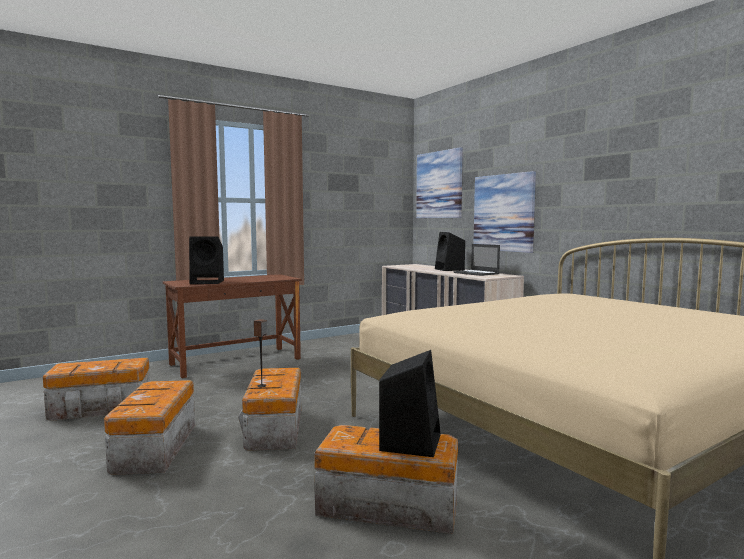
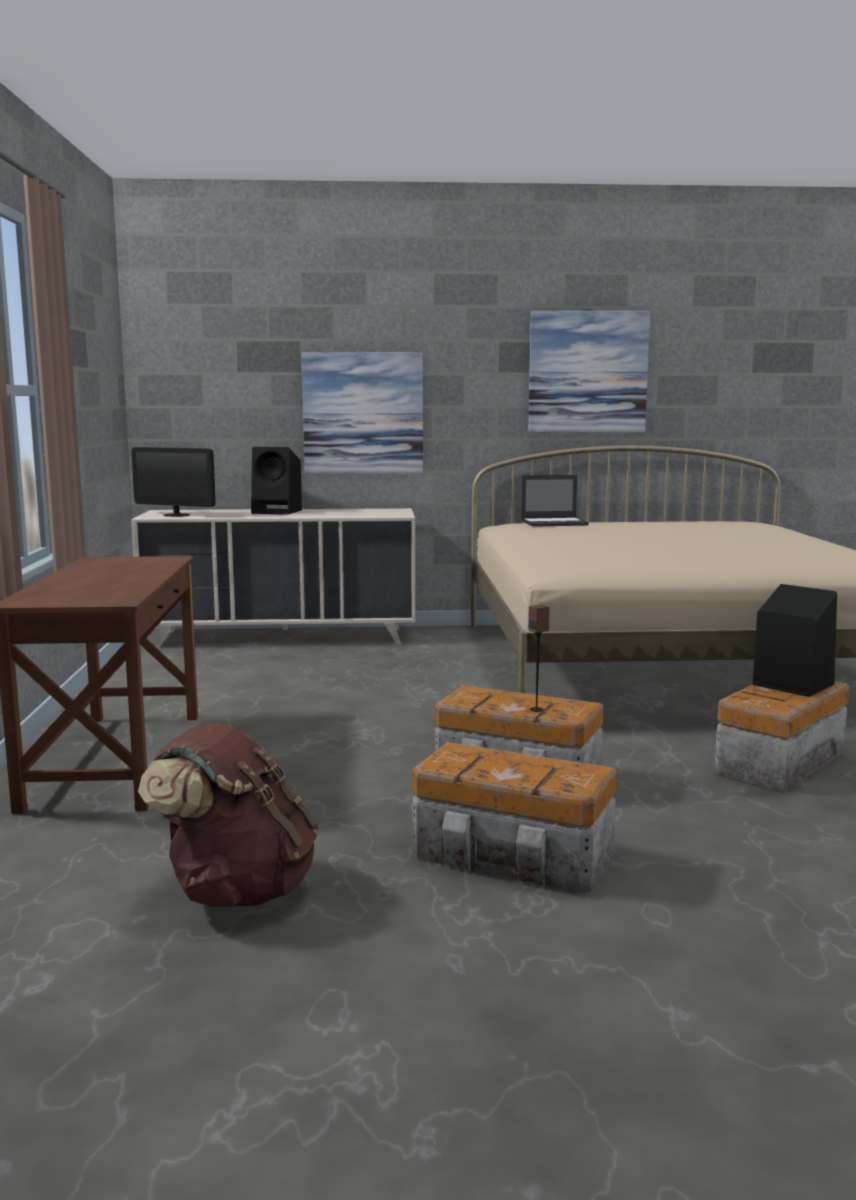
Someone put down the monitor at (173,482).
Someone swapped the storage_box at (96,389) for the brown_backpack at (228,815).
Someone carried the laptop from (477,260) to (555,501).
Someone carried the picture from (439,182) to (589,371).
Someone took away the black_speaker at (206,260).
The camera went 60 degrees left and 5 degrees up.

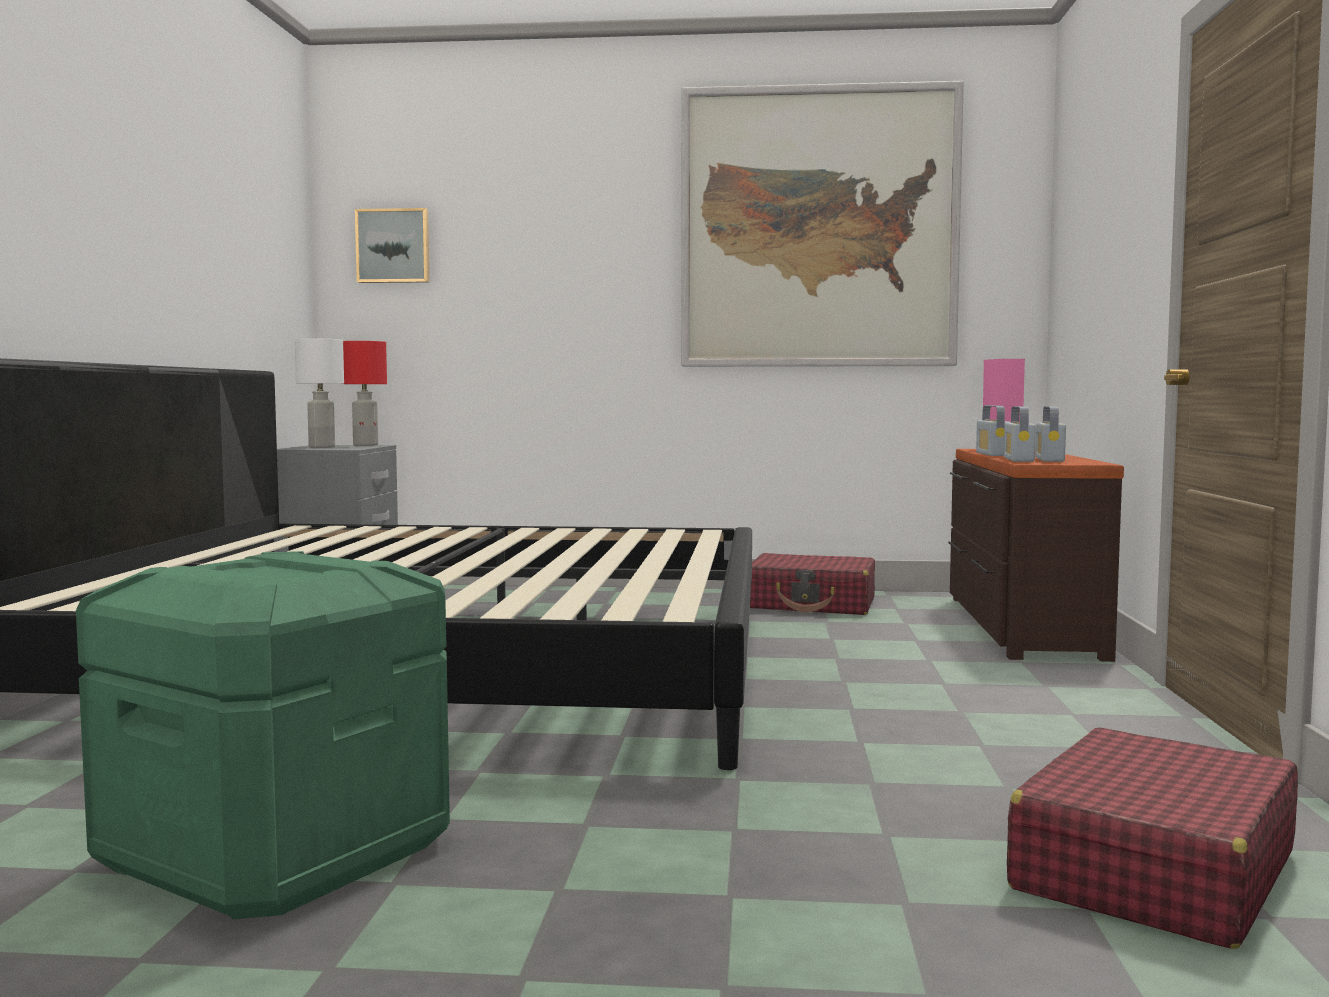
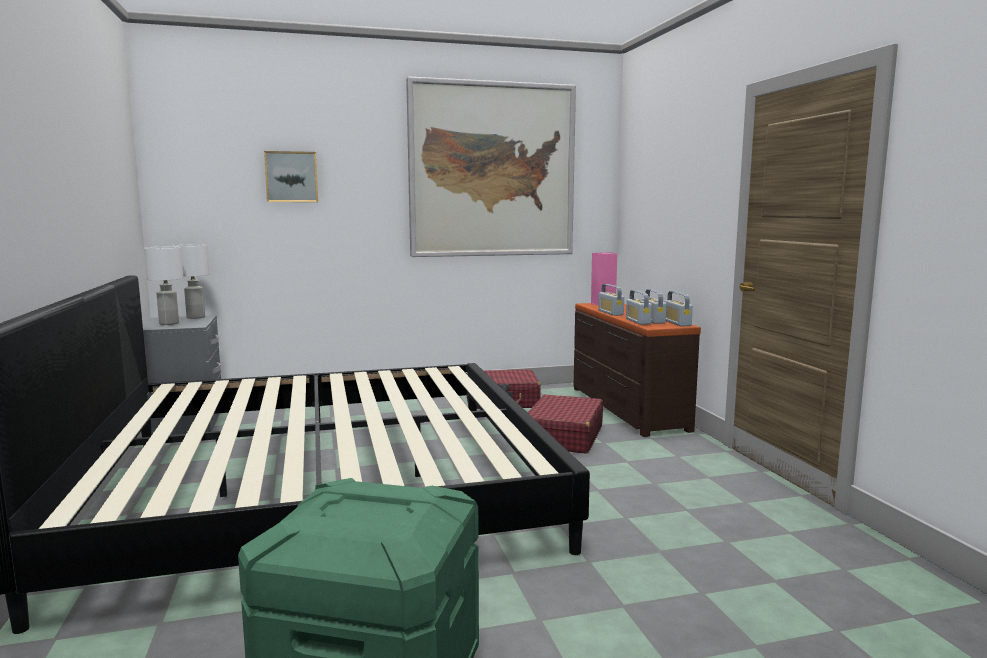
Someone repainted the red_table_lamp at (365,393), which became the white_table_lamp at (191,281).
Someone carried the picture from (392,245) to (291,176).
Someone carried the red_suitcase from (1152,838) to (565,424).
Someone put down the radio at (679,308).
The camera went 20 degrees left and 5 degrees up.

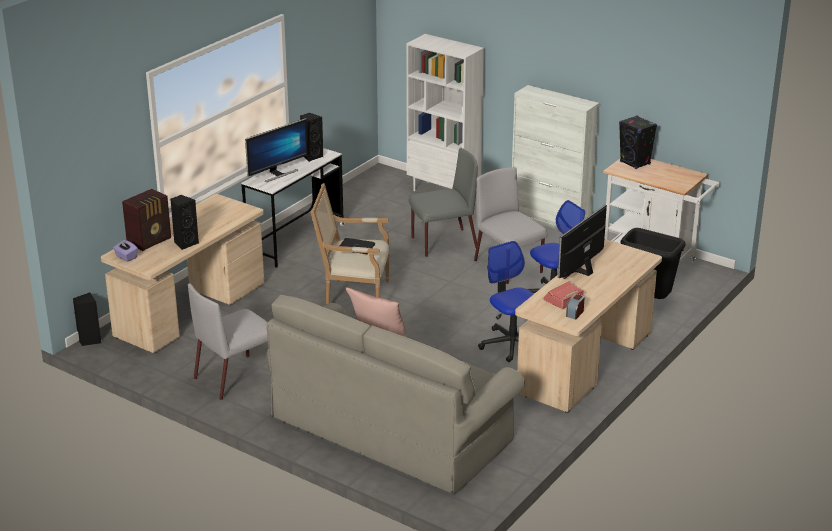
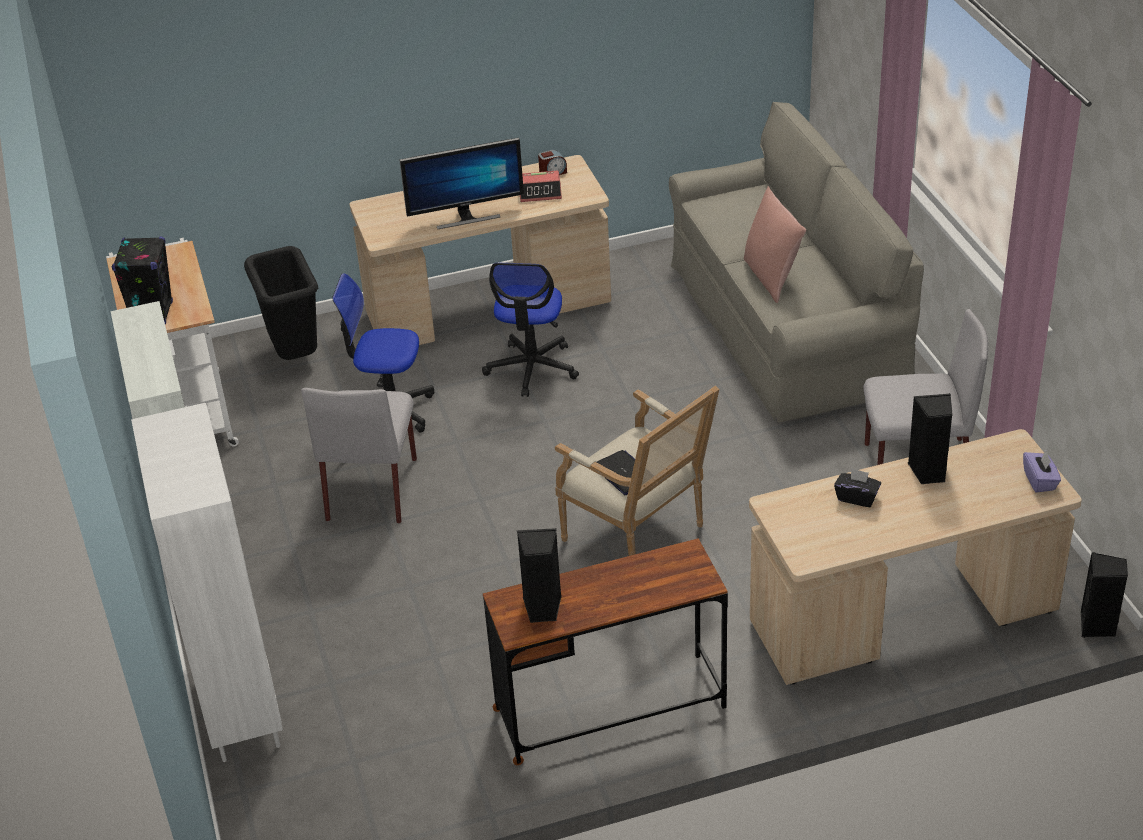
Someone repainted the white_desk at (292,208), which became the brown_desk at (605,651).
Someone put down the black_tissue_box at (857,487).
Someone took away the radio at (146,220).
Someone took away the monitor at (276,150).
Someone took away the grey_chair at (443,202).
The camera went 140 degrees left and 10 degrees up.

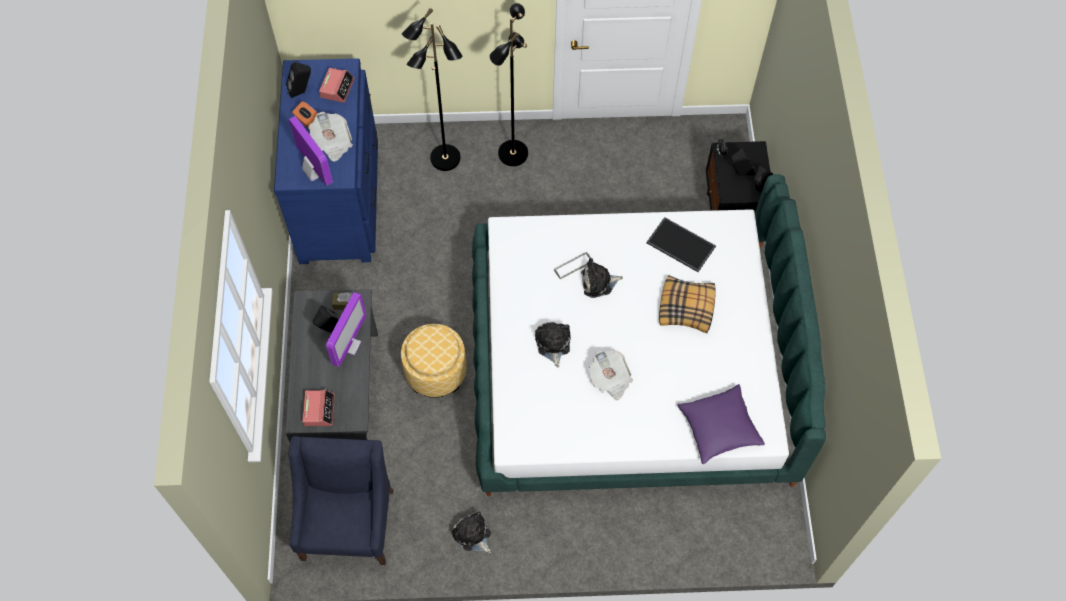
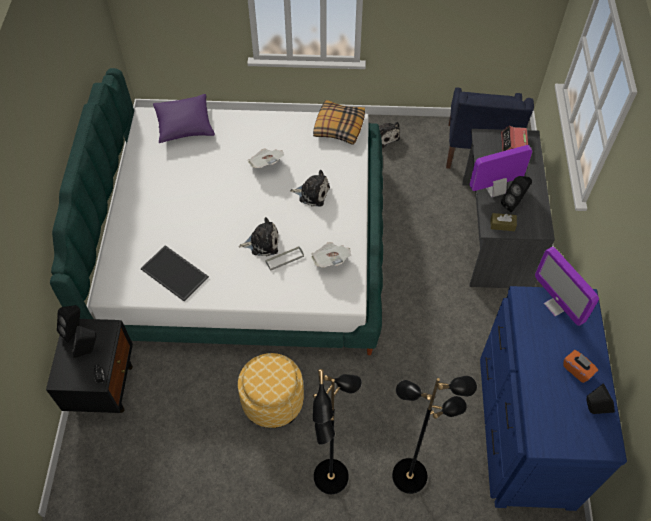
Someone carried the ottoman from (433,361) to (271,390).
Someone rotated the plush_toy at (553,344) by 75 degrees counterclockwise.
Someone carried the newspaper from (331,136) to (331,254).
Someone carried the pillow from (687,304) to (339,122).
Someone rotated the monitor at (346,329) by 45 degrees clockwise.
Someone took away the alarm_clock at (337,85).
The camera went 175 degrees left and 5 degrees down.

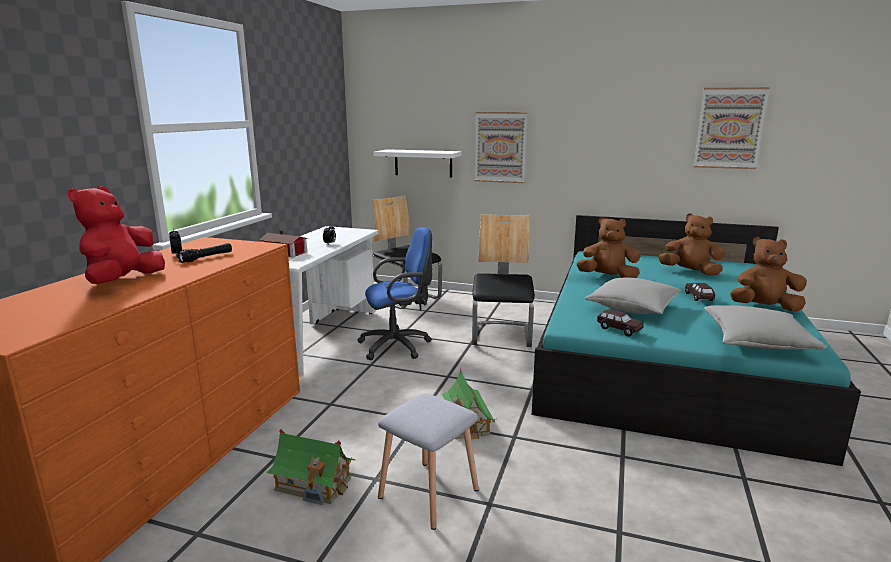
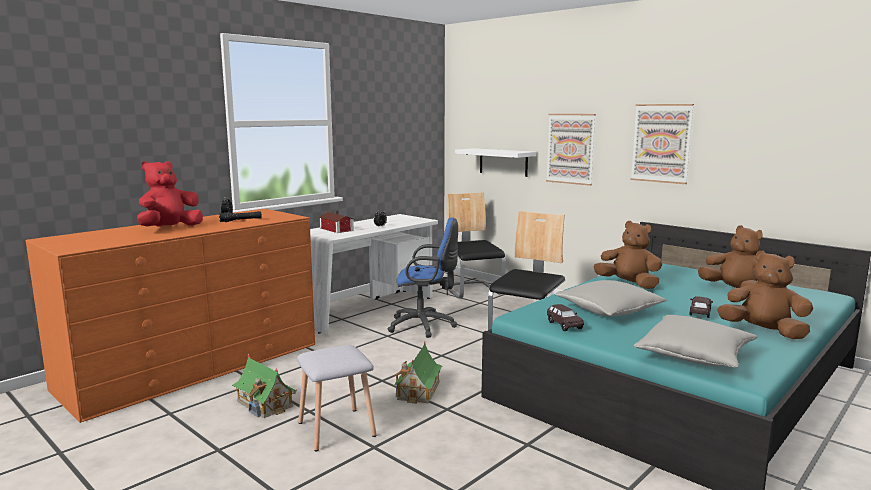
Someone carried the picture from (731,128) to (662,144).
The camera went 25 degrees right and 5 degrees down.

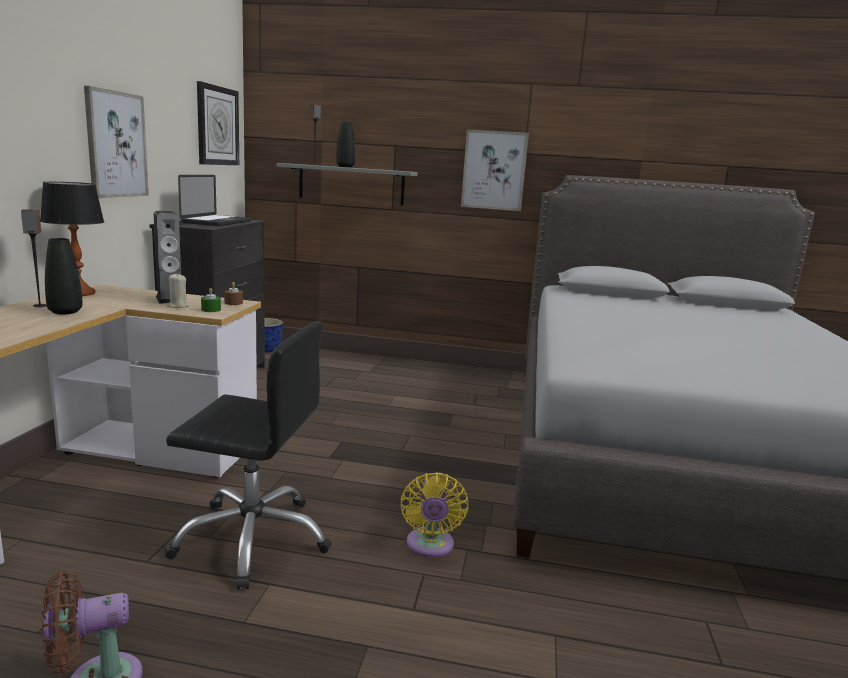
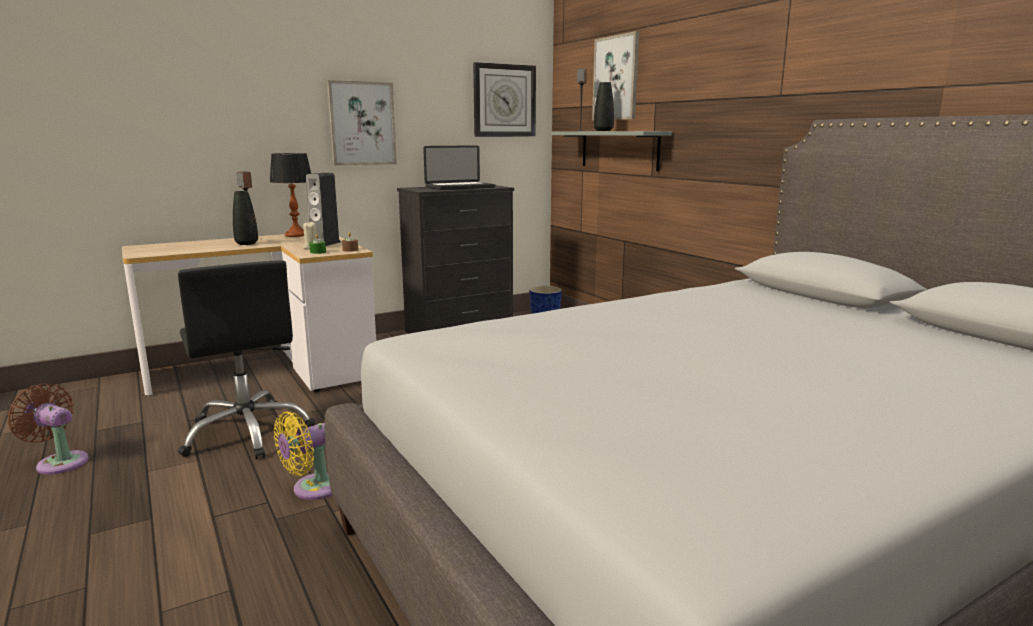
Someone carried the picture from (495,170) to (615,75).
The camera went 50 degrees right and 0 degrees up.

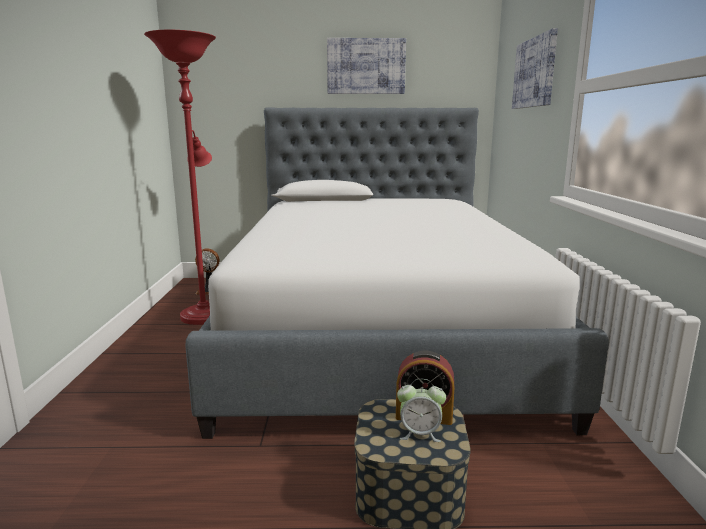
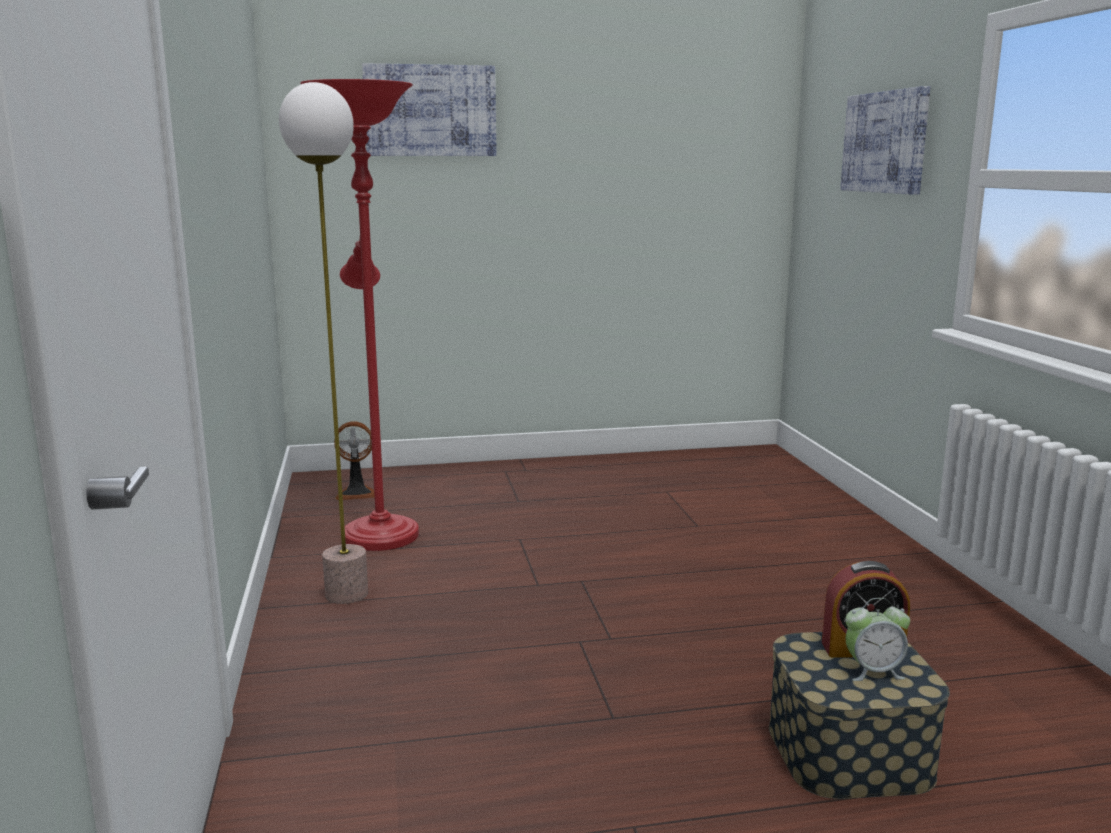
Someone put down the floor_lamp at (323,343).
Someone carried the picture from (366,66) to (429,109).
Someone took away the bed at (397,273).
The camera went 10 degrees left and 0 degrees up.

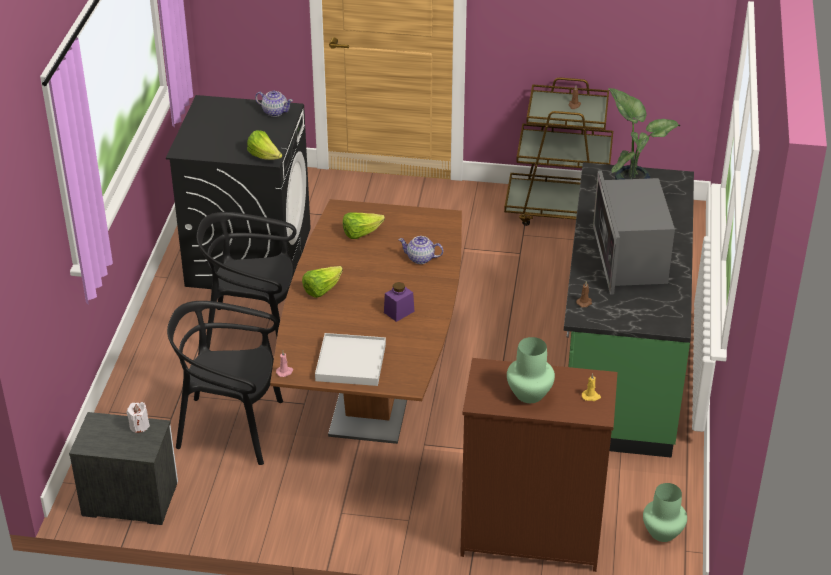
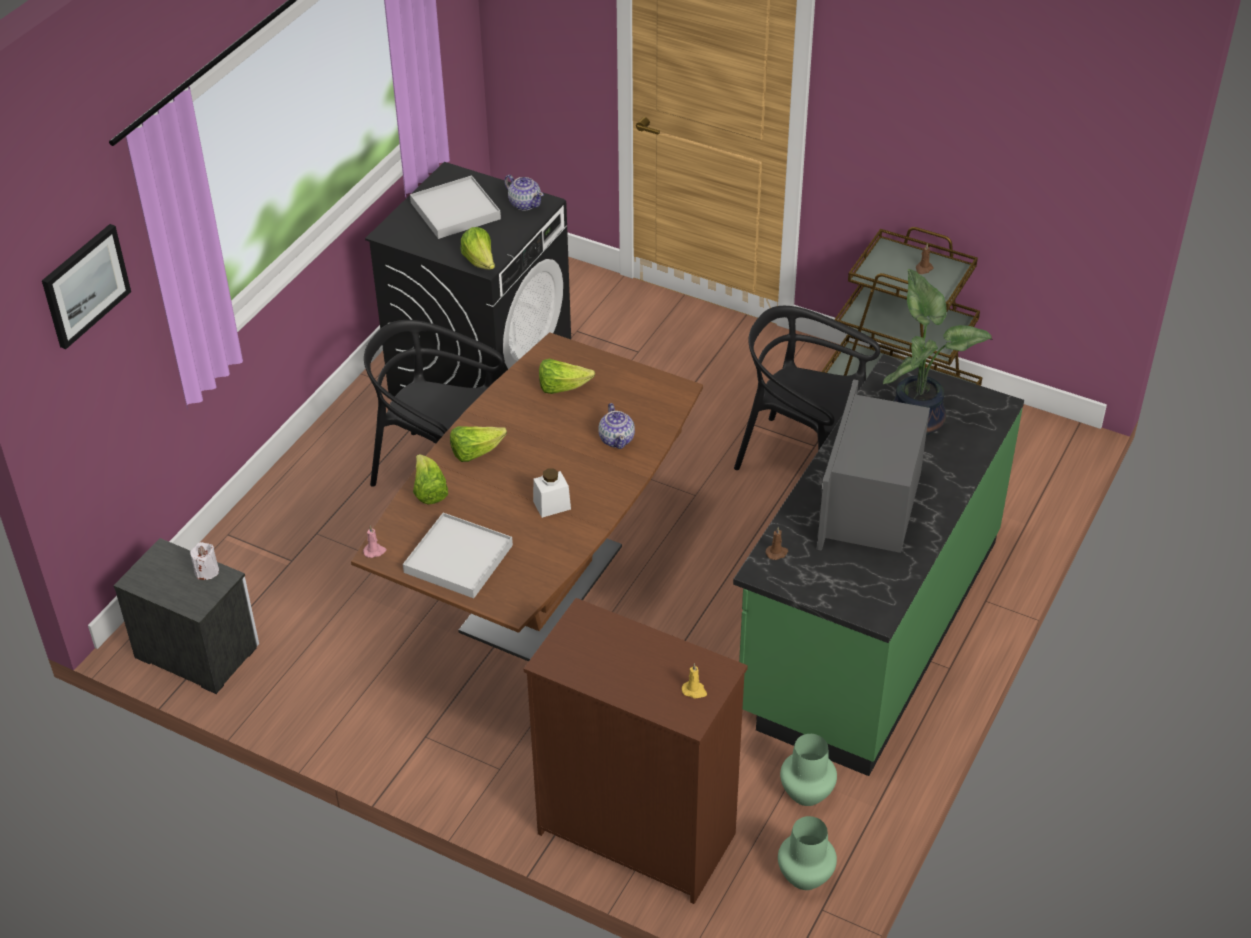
Someone put up the picture at (86,286).
Someone put down the white_tray at (455,207).
Someone put down the lettuce at (430,479).
Someone repainted the purple_jar at (399,302), which became the white_jar at (552,493).
Someone rotated the teapot at (420,250) by 135 degrees counterclockwise.
Someone carried the black_chair from (225,383) to (807,388).
Someone carried the green_vase from (531,370) to (808,770).
The camera went 20 degrees right and 5 degrees up.

